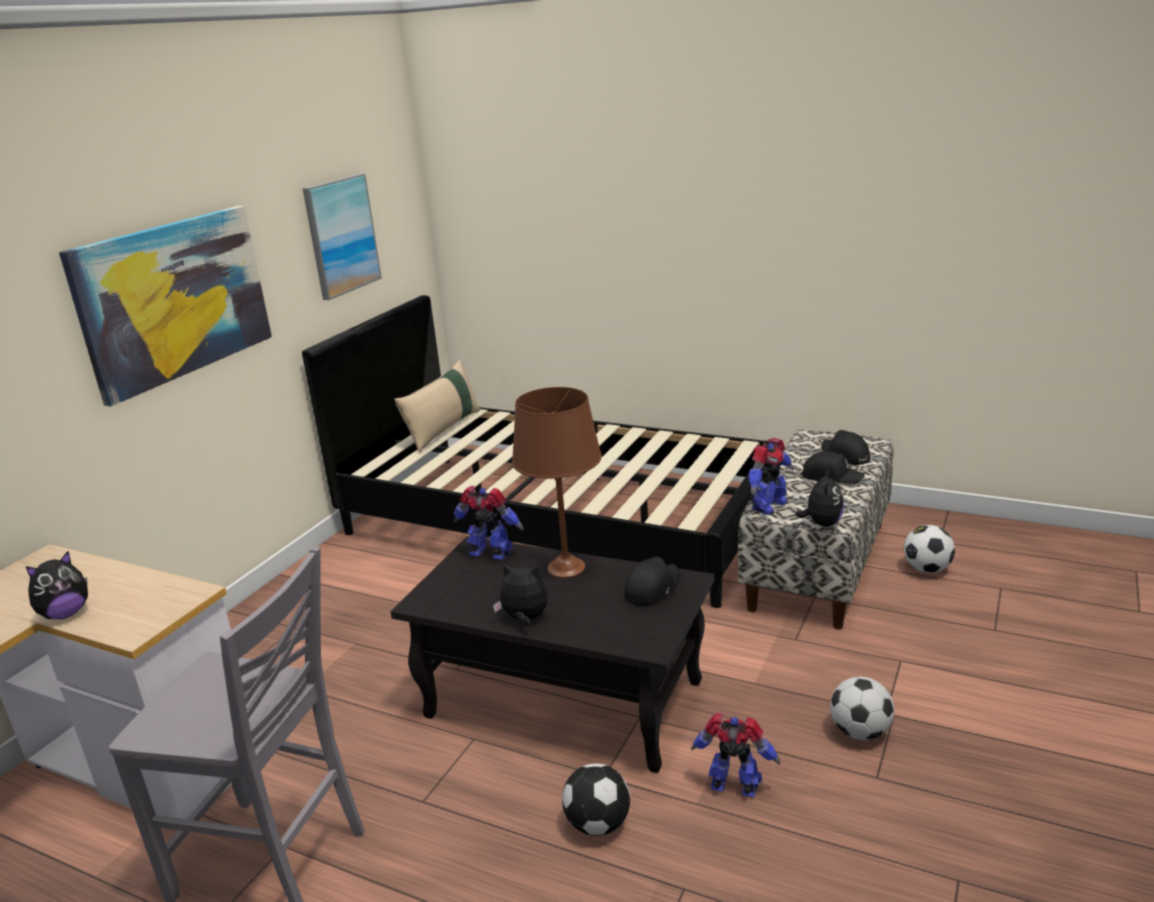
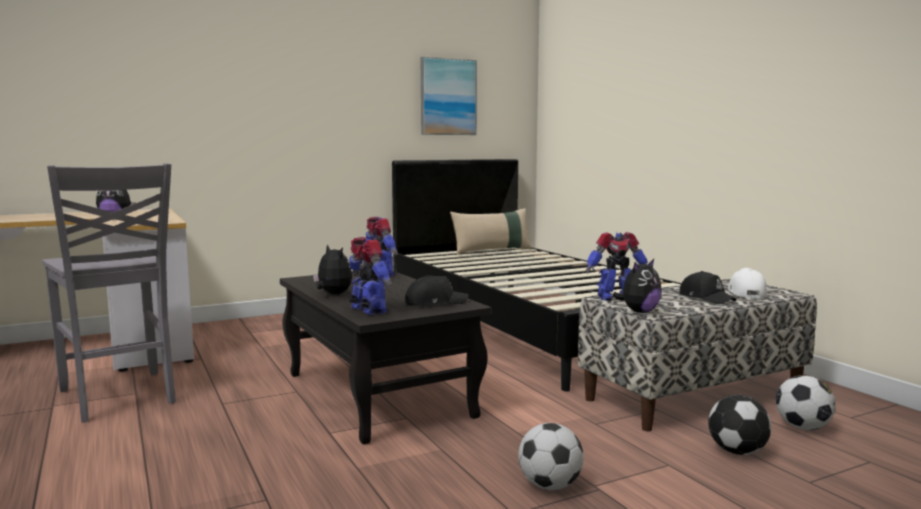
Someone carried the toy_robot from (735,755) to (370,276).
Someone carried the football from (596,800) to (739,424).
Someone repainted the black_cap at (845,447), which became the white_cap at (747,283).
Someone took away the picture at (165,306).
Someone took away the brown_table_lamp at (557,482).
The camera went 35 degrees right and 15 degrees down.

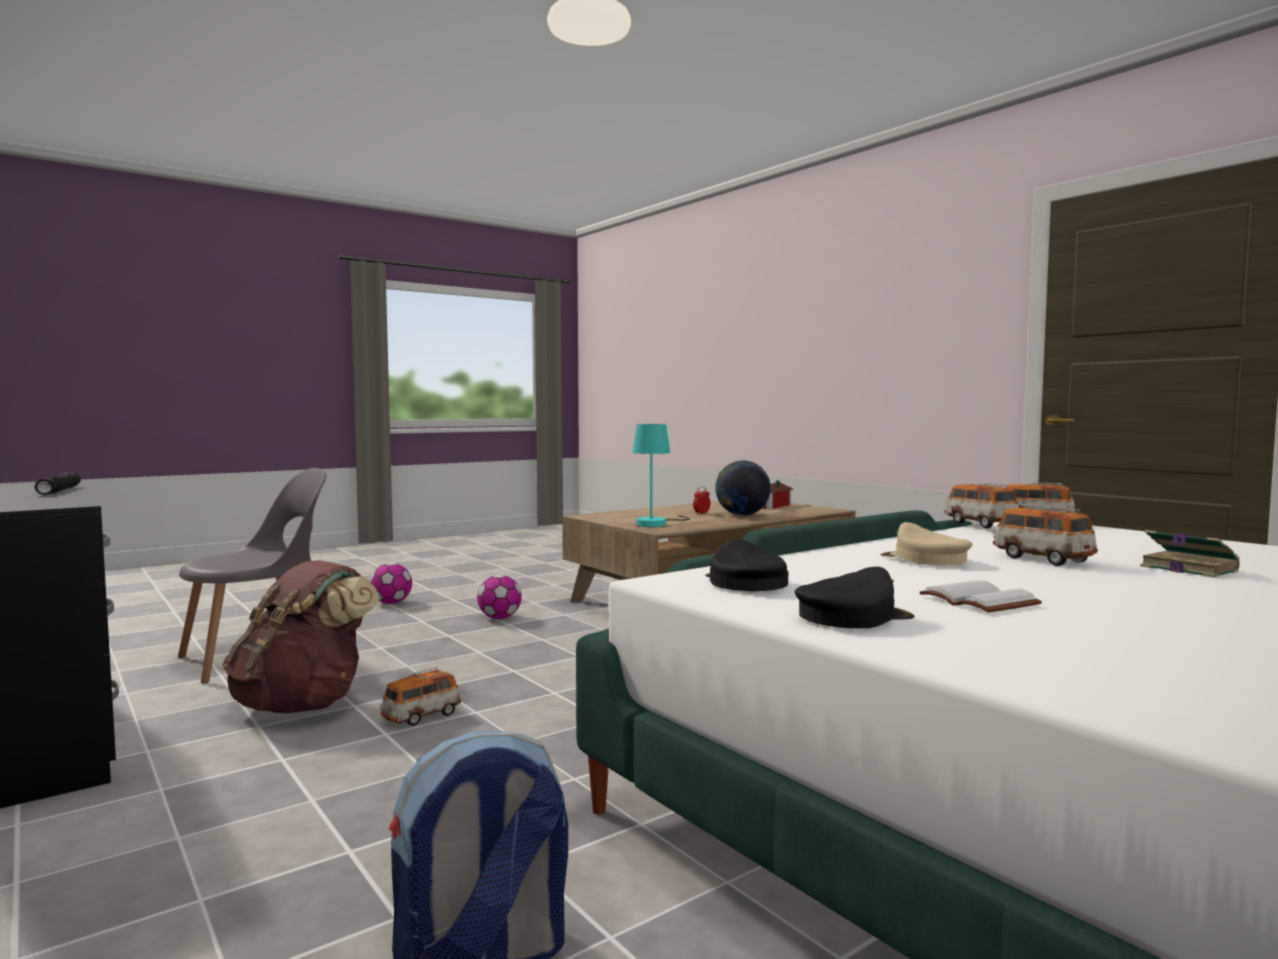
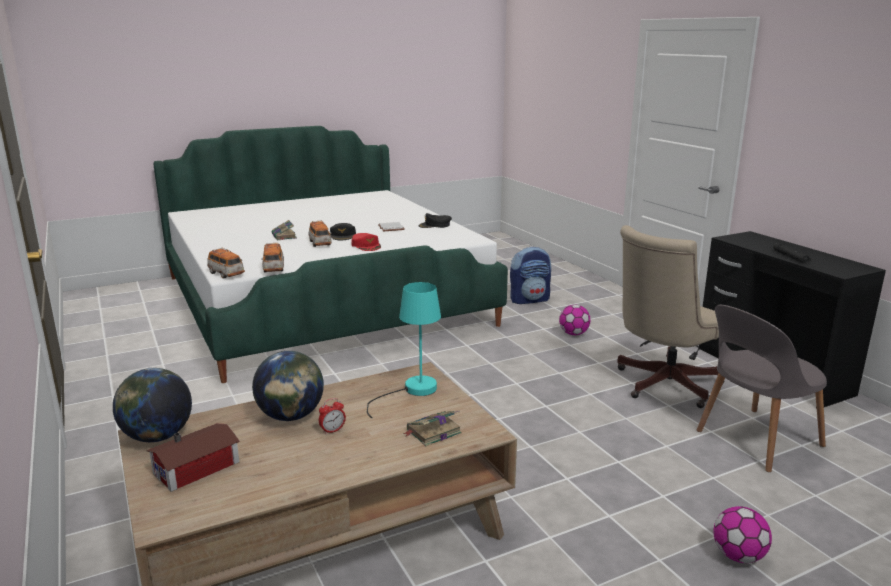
Someone put down the globe at (152,405).
Someone carried the black_cap from (746,565) to (343,231).
Someone repainted the beige_cap at (926,543), which became the red_cap at (366,242).
Someone put down the book at (432,428).
Someone carried the football from (499,597) to (574,320).
Someone swapped the brown_backpack at (301,636) for the beige_office_chair at (671,316).
Someone took away the toy_car at (421,696).
The camera went 170 degrees left and 15 degrees up.

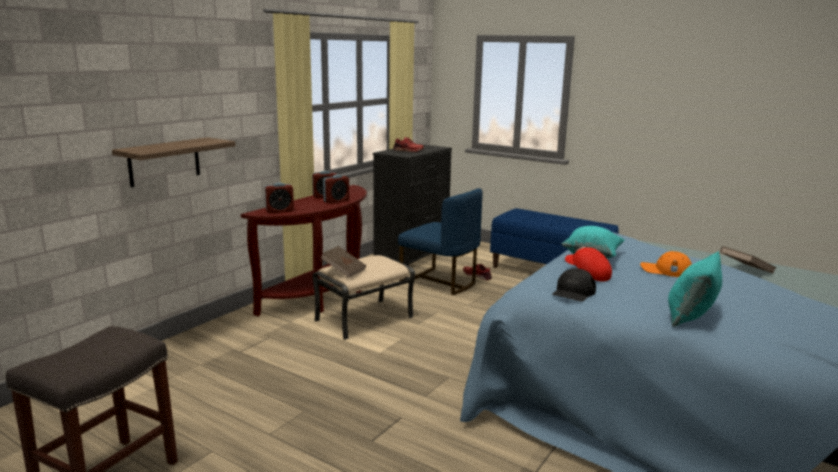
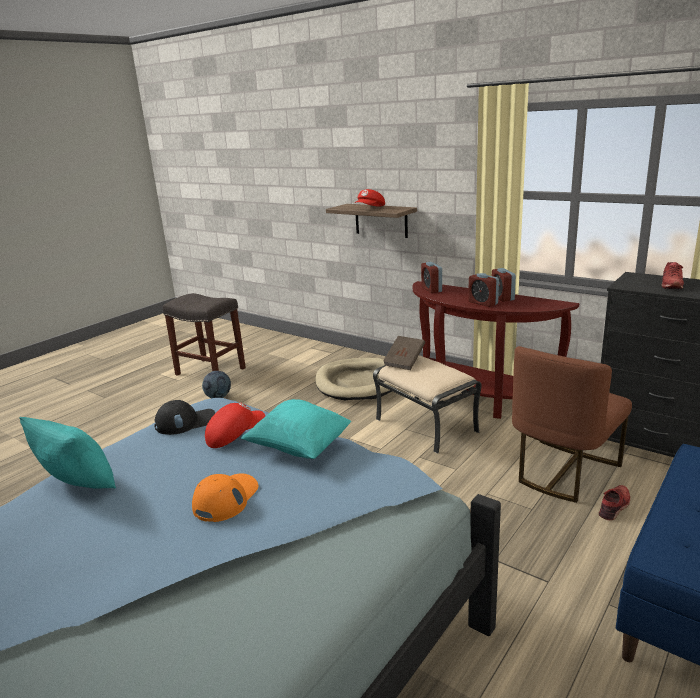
Someone rotated the black_cap at (574,285) by 120 degrees clockwise.
Someone put down the football at (216,384).
Someone put down the beige_dog_bed at (355,379).
Someone put down the red_cap at (370,198).
Someone repainted the blue_chair at (440,241), which became the brown_chair at (572,424).
Someone took away the brown_book at (748,260).
The camera went 95 degrees right and 5 degrees up.

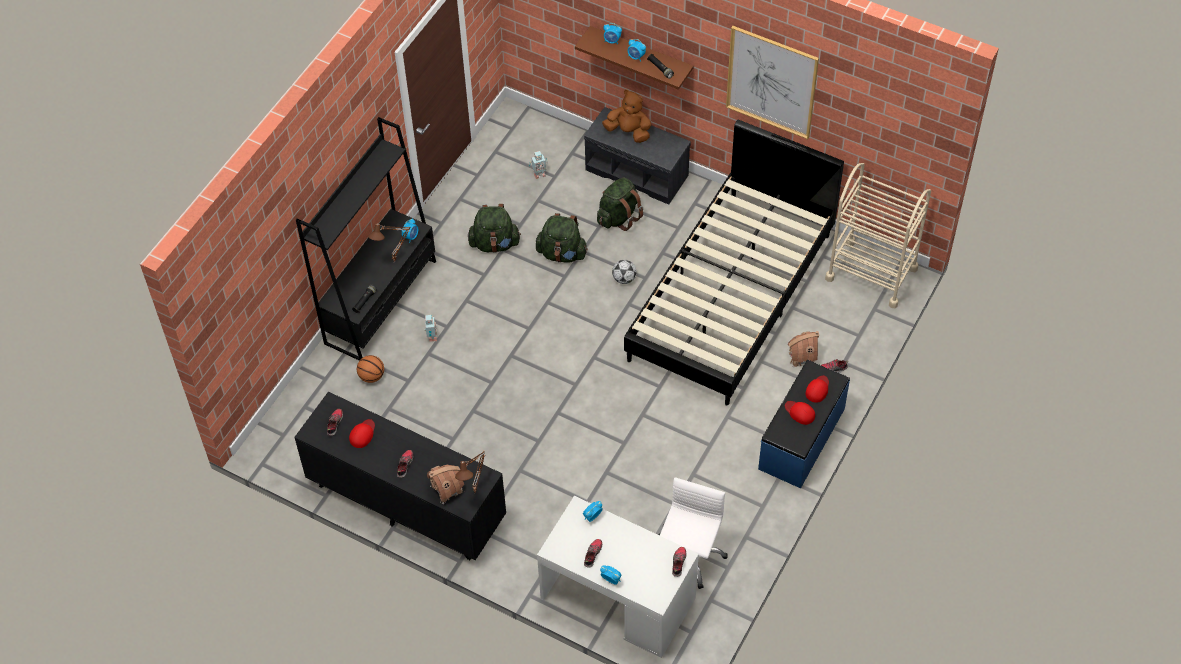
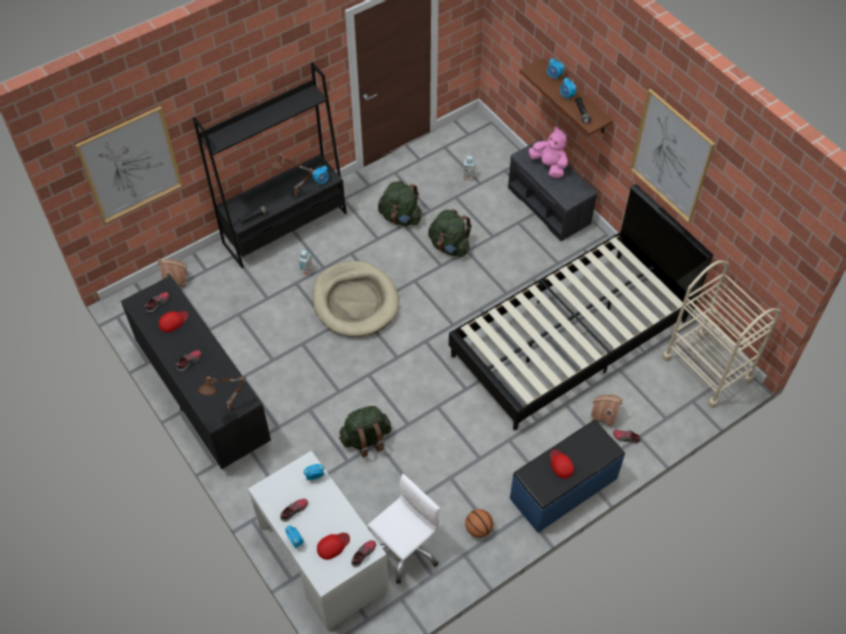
Someone put up the picture at (129,165).
Someone carried the toy_house from (445,484) to (173,273).
Someone put down the beige_dog_bed at (355,299).
Someone carried the red_cap from (817,389) to (333,546).
Someone carried the green_backpack from (620,204) to (365,431).
Someone carried the basketball from (370,369) to (479,523).
Someone repainted the brown_plush_toy at (626,116), which became the pink_plush_toy at (548,152).
Someone took away the football at (624,272).
The camera went 25 degrees right and 0 degrees up.

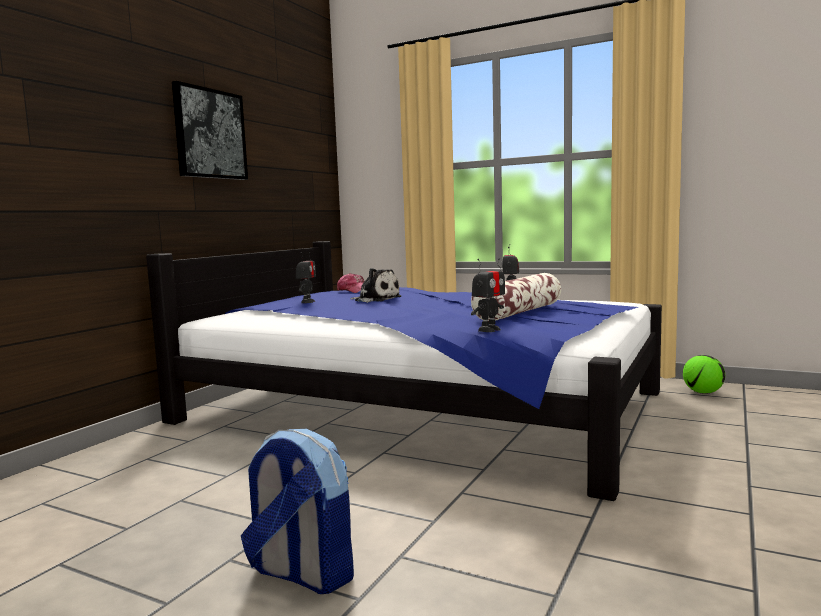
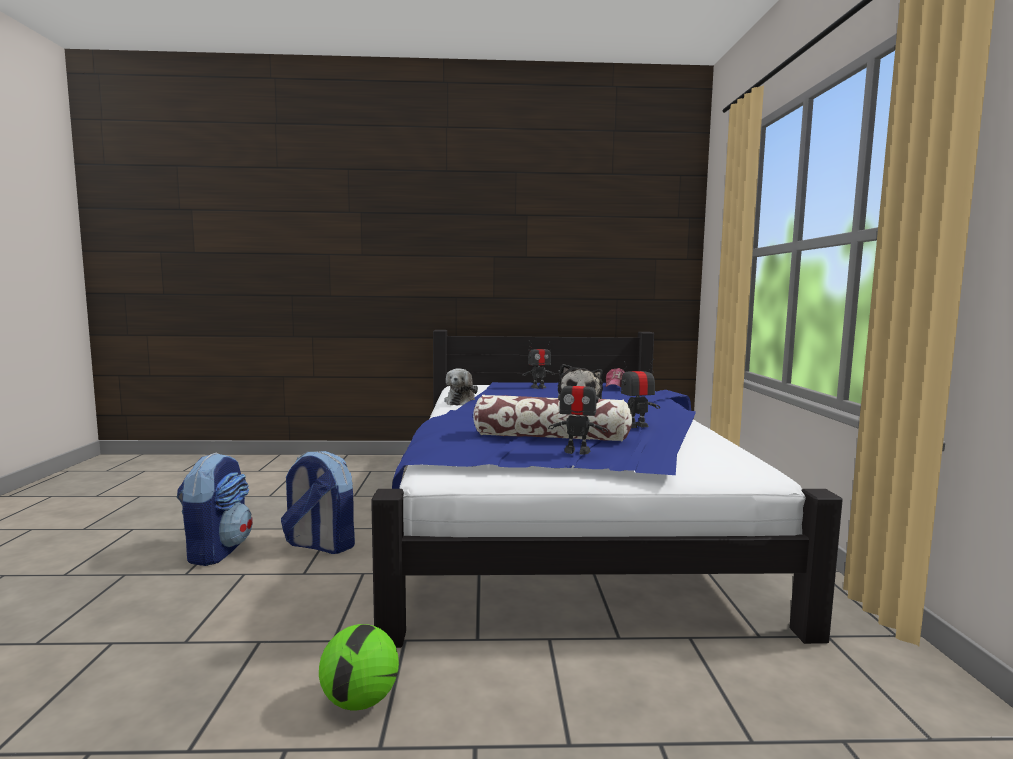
Someone put down the backpack at (318,502).
Someone carried the football from (704,374) to (359,667).
Someone put down the plush_toy at (461,387).
Someone carried the toy_robot from (488,295) to (578,412).
Someone took away the picture at (210,130).
The camera went 60 degrees right and 0 degrees up.

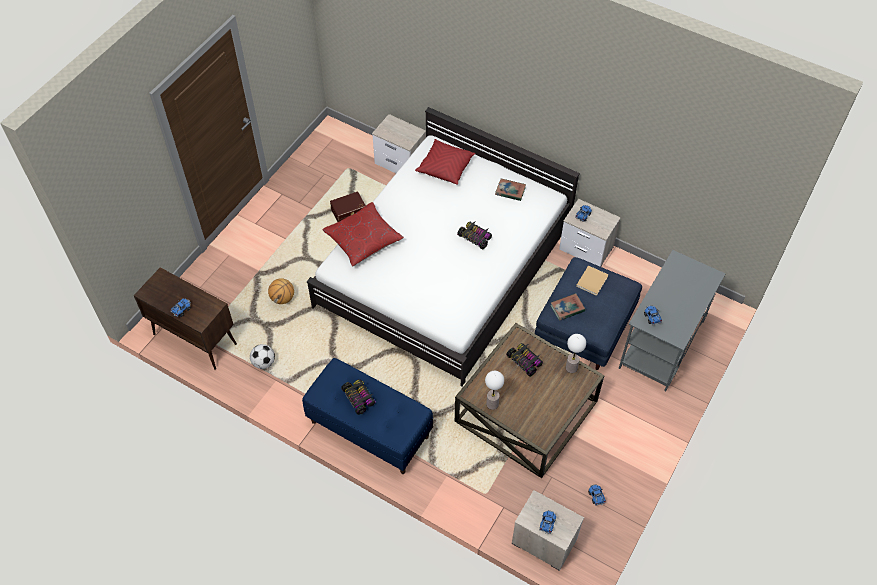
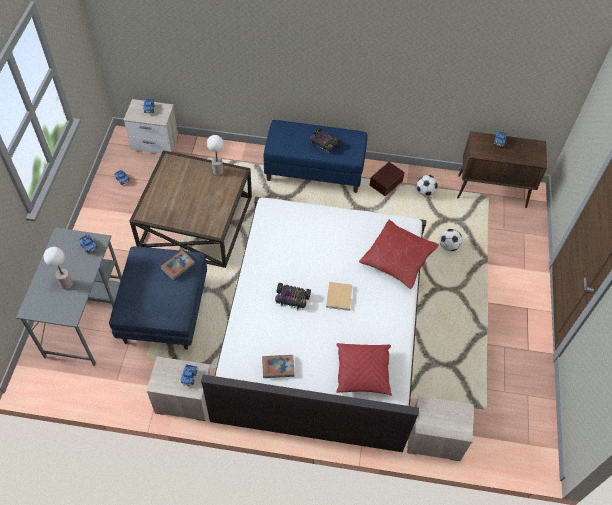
Someone carried the table_lamp from (576,353) to (58,268).
Someone carried the beige_book from (592,281) to (339,296).
Someone carried the brown_storage_box from (348,206) to (387,179).
Someone swapped the basketball at (281,291) for the football at (451,240).
Someone took away the toy_car at (524,360).
The camera went 155 degrees right and 0 degrees up.

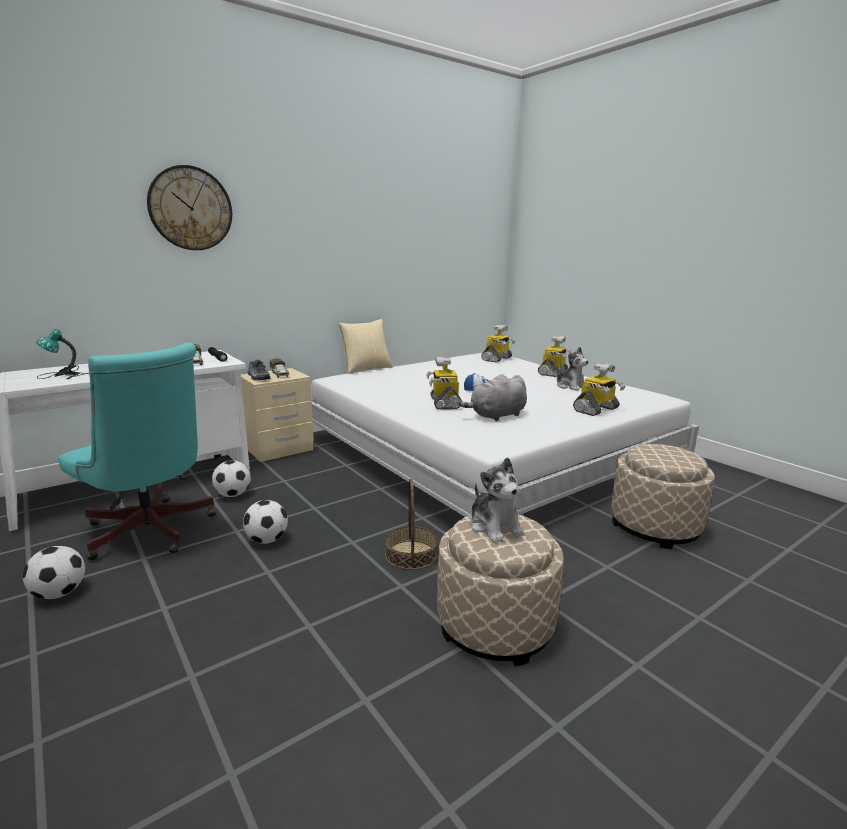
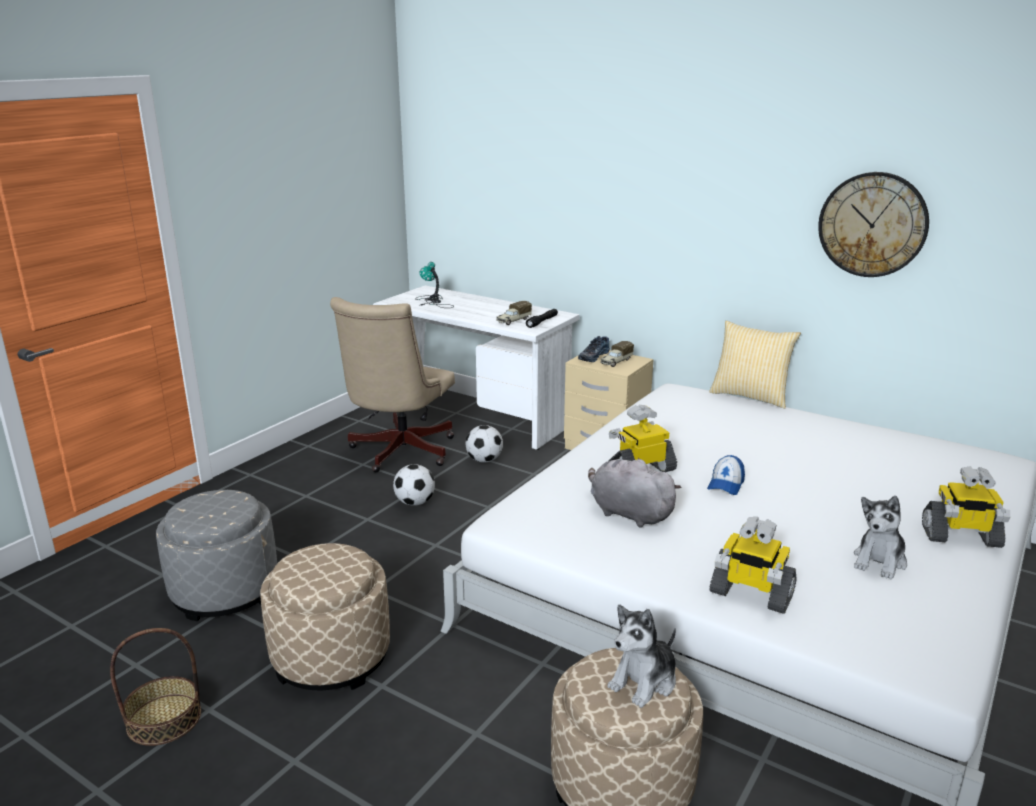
Someone carried the basket from (411,524) to (155,687).
Someone put down the grey_ottoman at (216,555).
Someone repainted the turquoise_office_chair at (137,451), which became the beige_office_chair at (392,385).
Someone carried the plush_toy from (497,500) to (641,656).
Someone carried the wall_clock from (189,207) to (873,224).
Someone took away the football at (54,572).
Someone took away the toy_robot at (498,344).
The camera went 70 degrees right and 5 degrees up.

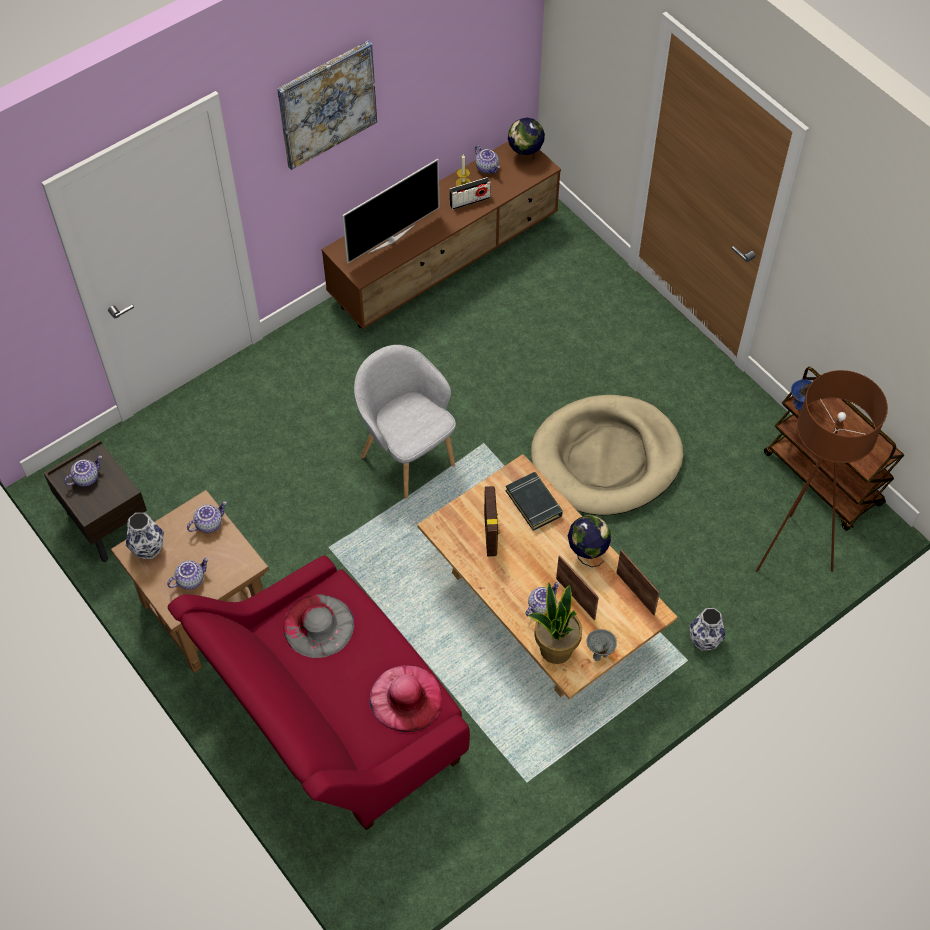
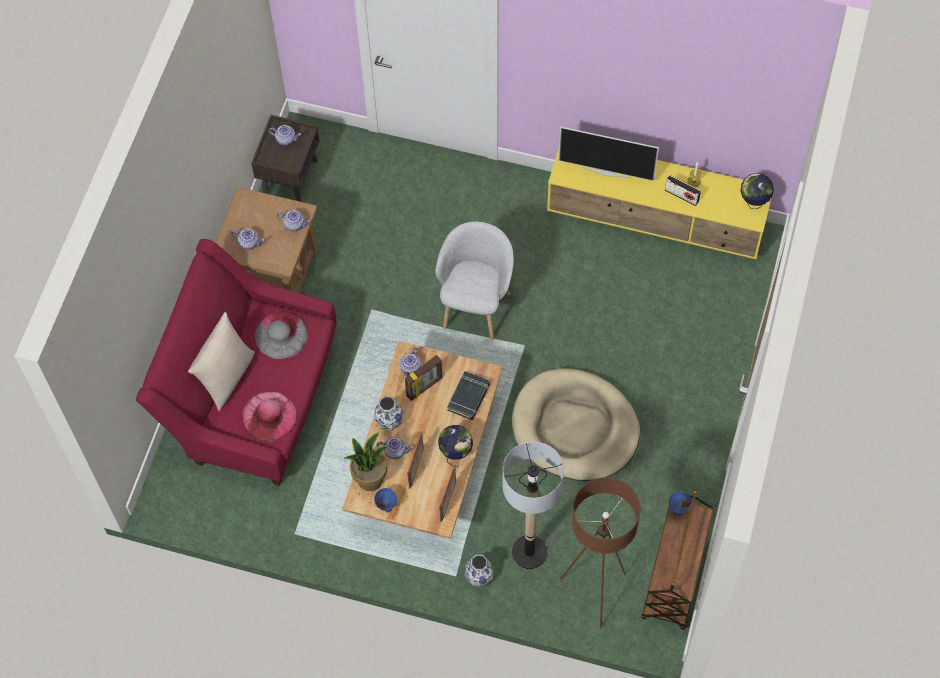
Someone put down the beige_pillow at (221,361).
Someone carried the vase from (145,536) to (389,413).
Someone repainted the grey_bowl at (602,645), which became the blue_bowl at (385,500).
Someone carried the teapot from (487,159) to (410,362).
Someone put down the floor_lamp at (533,505).
Someone repainted the brown_tv_stand at (441,235), which became the yellow_tv_stand at (660,204).
Someone took away the picture at (327,105).
The camera went 55 degrees right and 5 degrees up.

